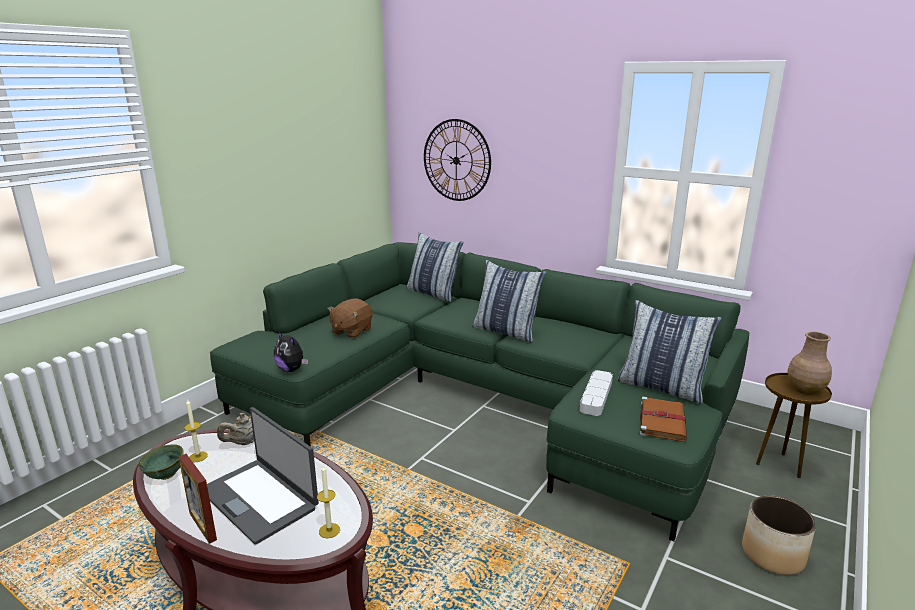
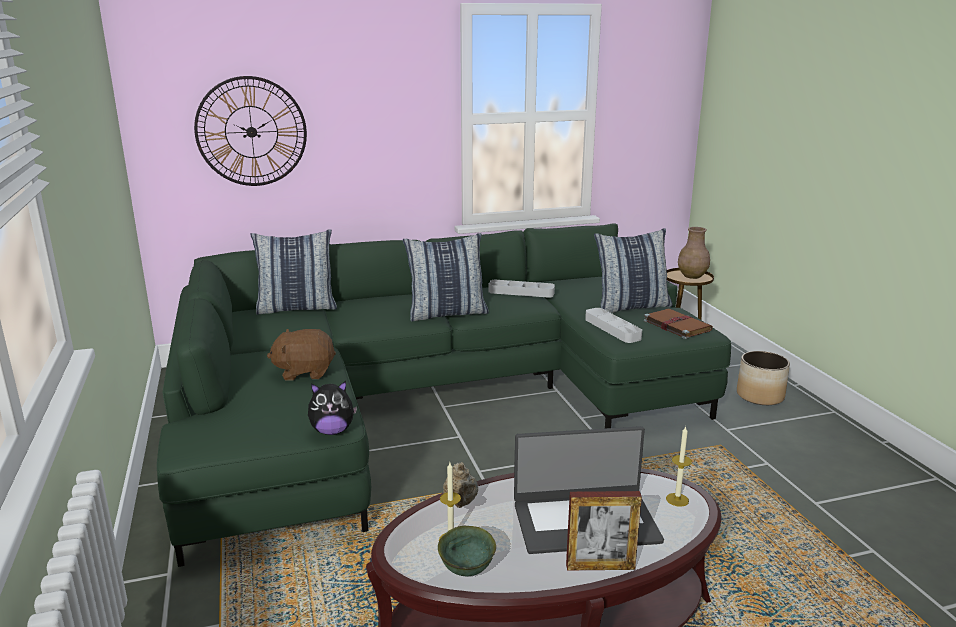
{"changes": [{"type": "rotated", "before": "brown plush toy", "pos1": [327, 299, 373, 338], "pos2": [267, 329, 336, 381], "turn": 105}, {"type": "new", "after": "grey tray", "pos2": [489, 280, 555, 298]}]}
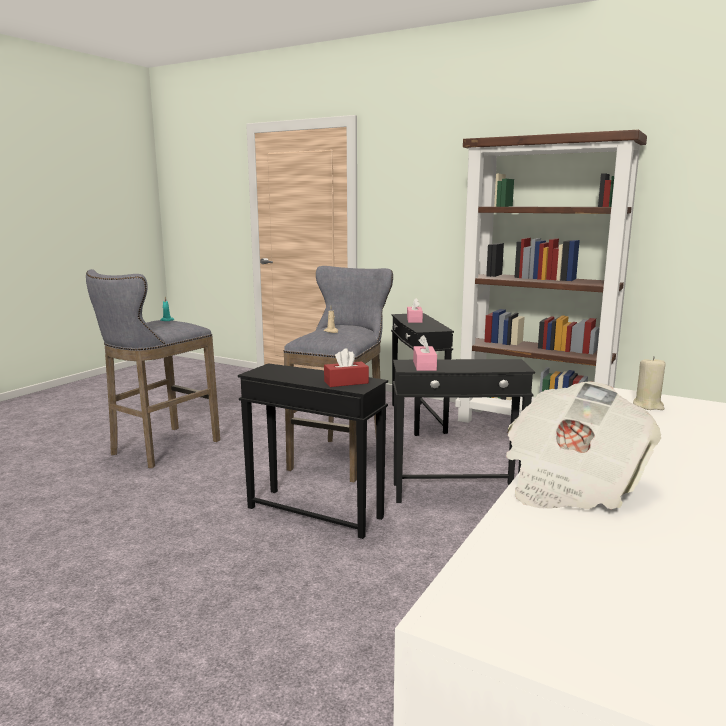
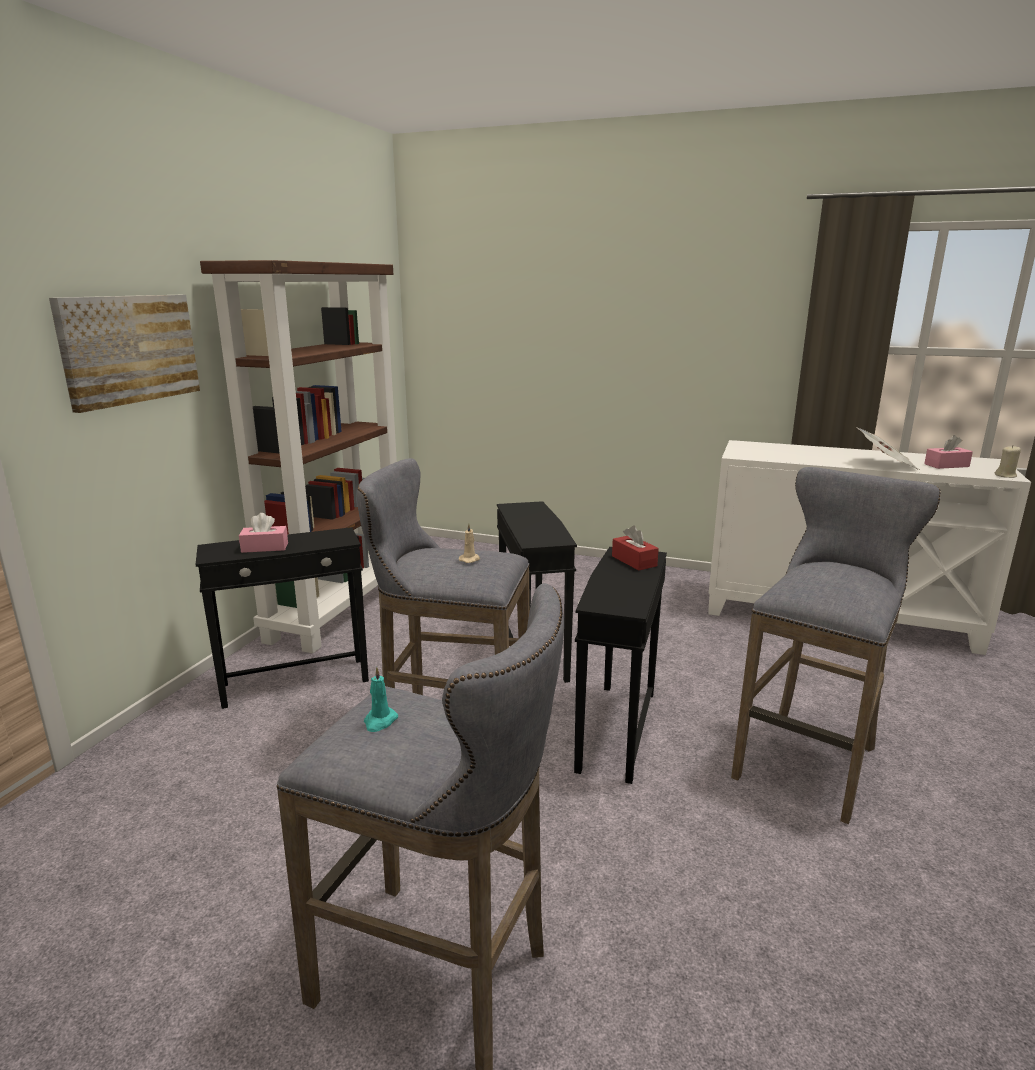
{"changes": [{"type": "shifted", "before": "pink tissue box", "pos1": [413, 335, 437, 371], "pos2": [924, 435, 973, 469]}, {"type": "shifted", "before": "beige candle", "pos1": [633, 356, 666, 410], "pos2": [995, 446, 1021, 478]}, {"type": "new", "after": "picture", "pos2": [49, 295, 200, 413]}, {"type": "new", "after": "grey stool", "pos2": [731, 467, 941, 824]}]}
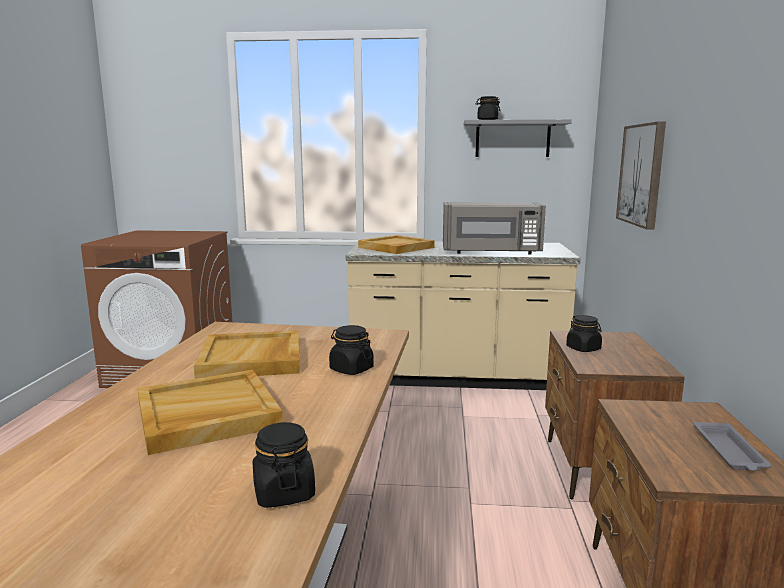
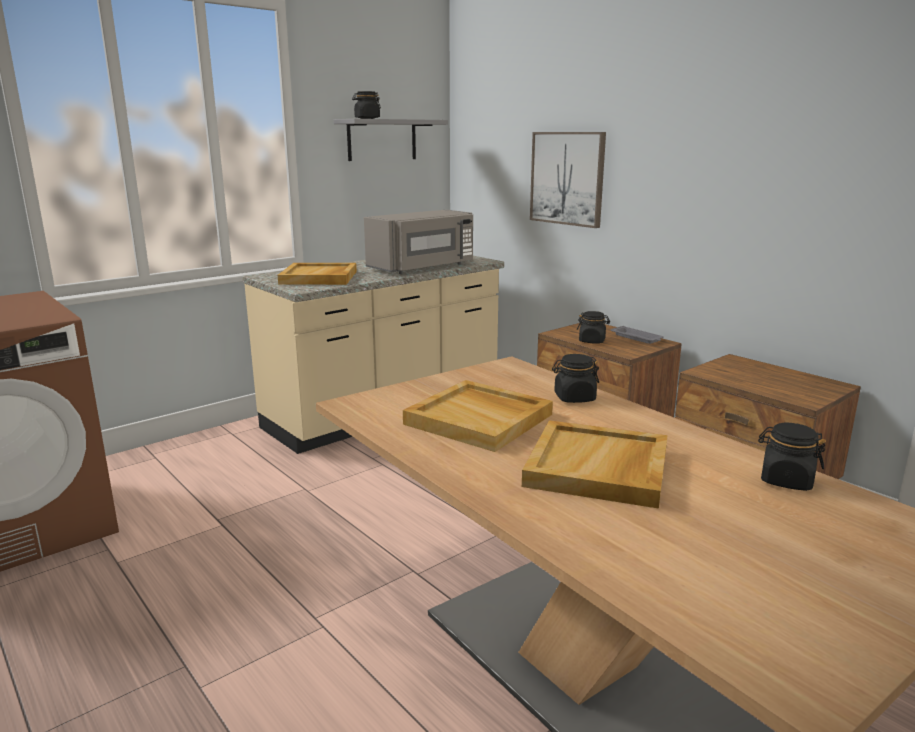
{"changes": [{"type": "shifted", "before": "grey tray", "pos1": [694, 422, 772, 471], "pos2": [611, 326, 664, 344]}]}
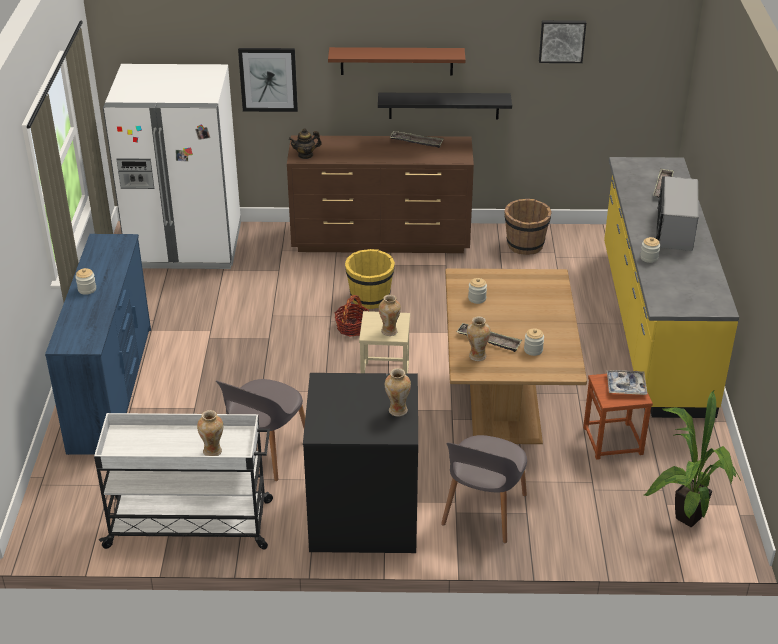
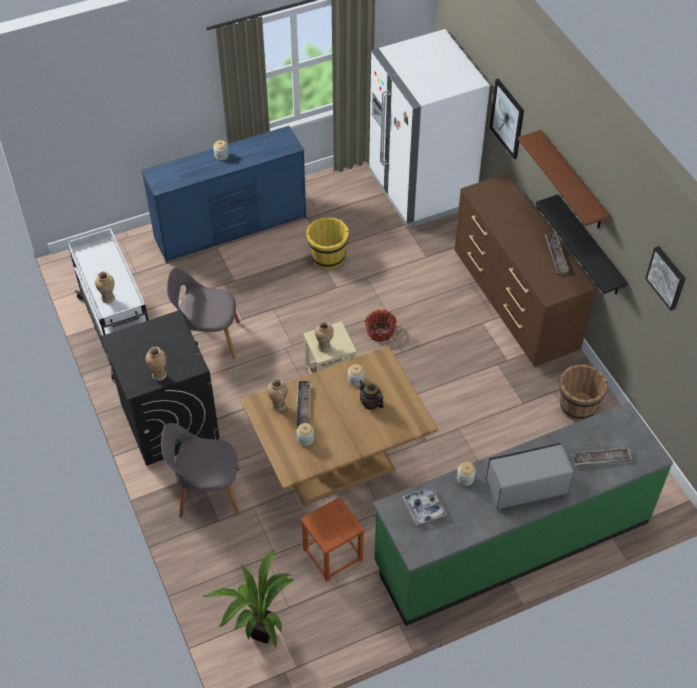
{"changes": [{"type": "shifted", "before": "teapot", "pos1": [289, 128, 322, 159], "pos2": [359, 380, 384, 410]}, {"type": "shifted", "before": "yellow bucket", "pos1": [345, 249, 395, 309], "pos2": [306, 217, 349, 269]}, {"type": "repainted", "before": "yellow counter", "after": "green counter", "pos1": [604, 157, 739, 418], "pos2": [373, 402, 673, 626]}, {"type": "shifted", "before": "tray", "pos1": [606, 370, 648, 395], "pos2": [402, 486, 448, 526]}]}
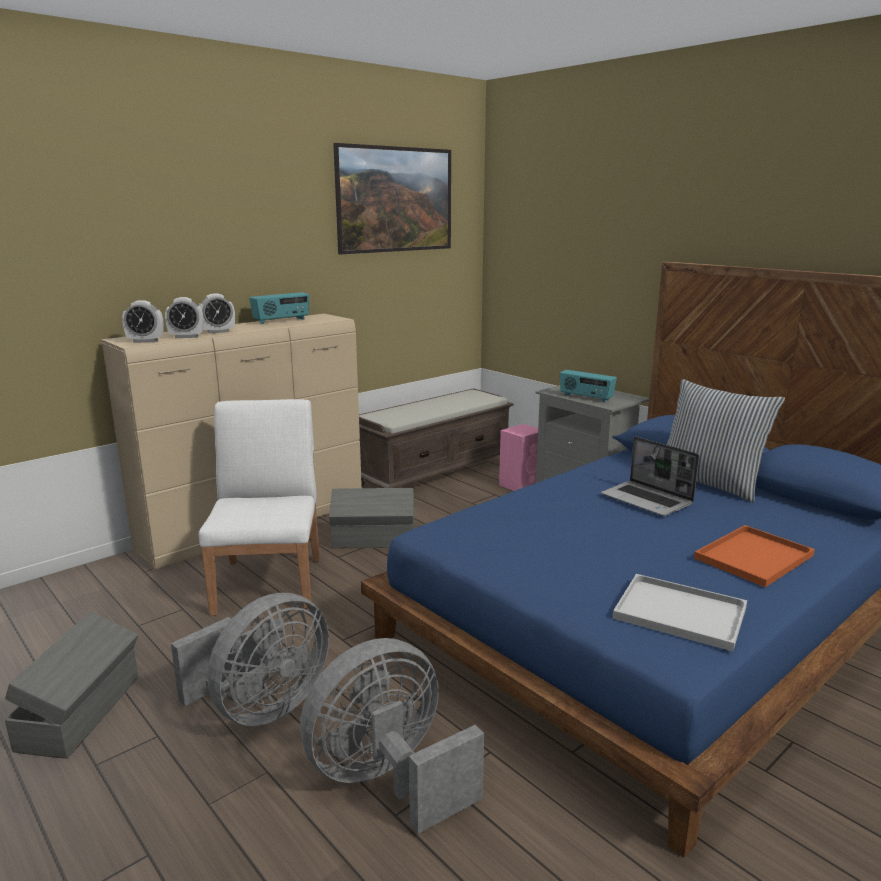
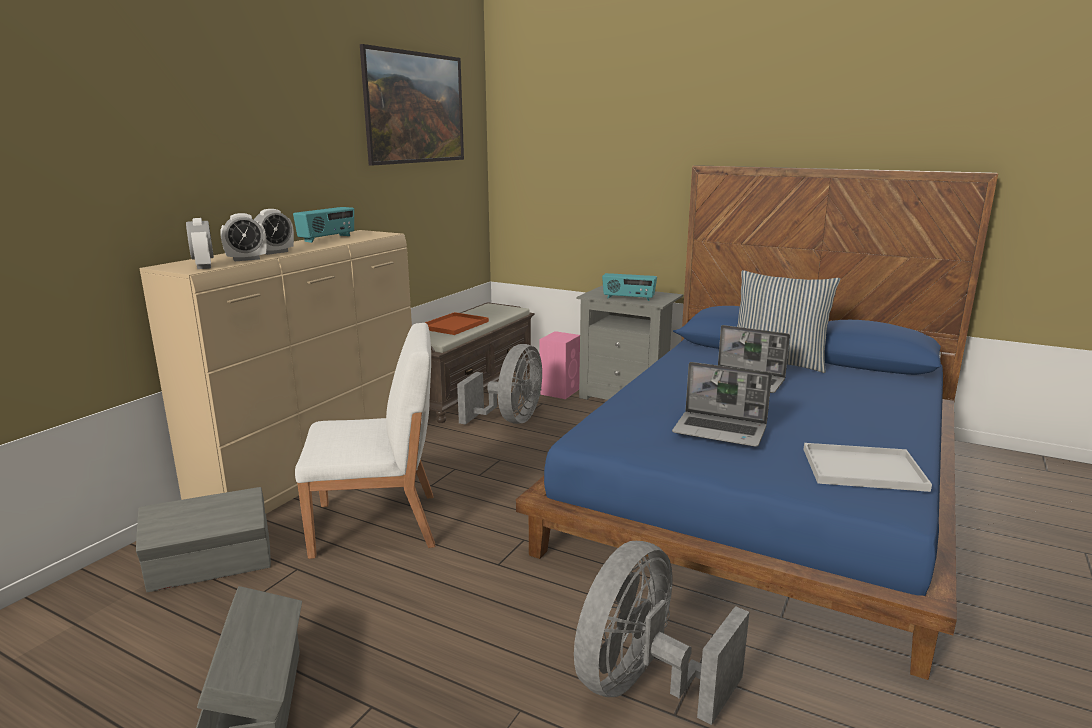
{"changes": [{"type": "rotated", "before": "alarm clock", "pos1": [122, 300, 164, 343], "pos2": [186, 218, 214, 269], "turn": -90}, {"type": "shifted", "before": "grey fan", "pos1": [171, 593, 329, 726], "pos2": [457, 344, 542, 425]}, {"type": "rotated", "before": "white chair", "pos1": [199, 399, 320, 616], "pos2": [295, 323, 435, 559], "turn": 105}, {"type": "shifted", "before": "grey storage box", "pos1": [329, 488, 414, 548], "pos2": [136, 487, 271, 592]}, {"type": "shifted", "before": "orange tray", "pos1": [694, 525, 815, 587], "pos2": [425, 312, 489, 335]}, {"type": "new", "after": "laptop", "pos2": [672, 362, 772, 447]}]}
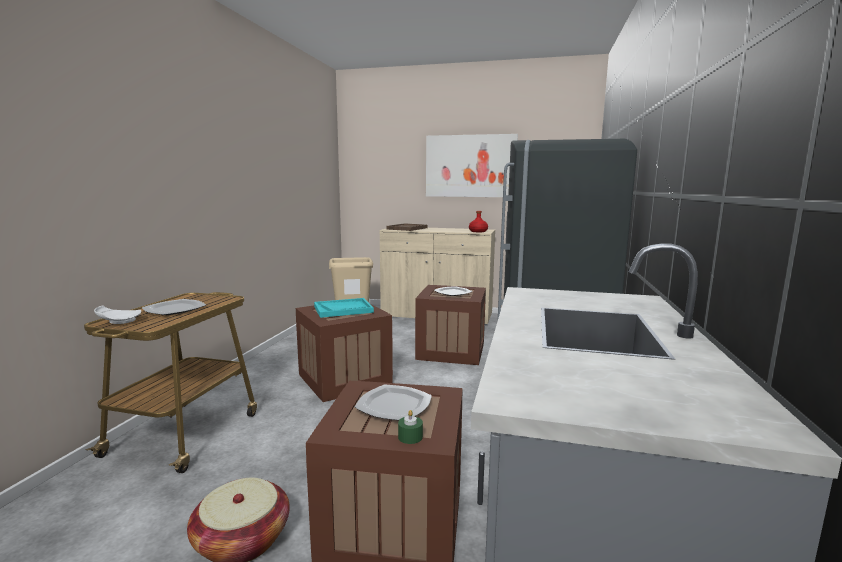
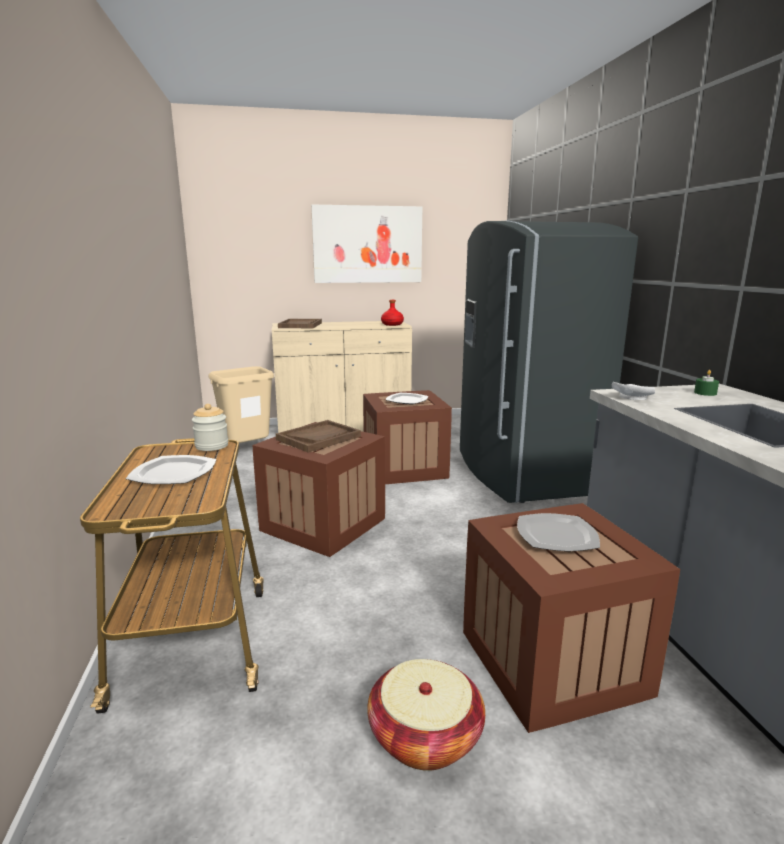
{"changes": [{"type": "shifted", "before": "white plate", "pos1": [94, 305, 142, 324], "pos2": [612, 382, 655, 400]}, {"type": "repainted", "before": "turquoise tray", "after": "brown tray", "pos1": [314, 298, 374, 318], "pos2": [276, 420, 361, 453]}, {"type": "shifted", "before": "green candle", "pos1": [398, 410, 423, 444], "pos2": [694, 370, 719, 396]}, {"type": "new", "after": "jar", "pos2": [192, 404, 228, 451]}]}
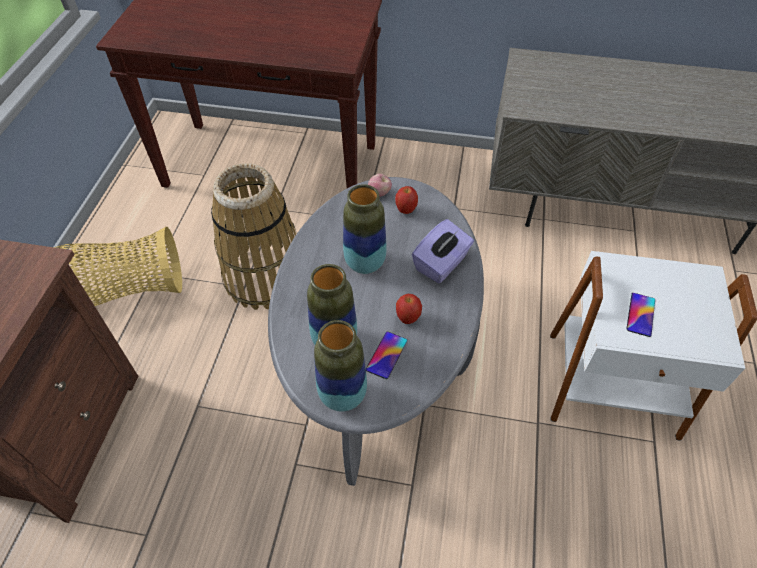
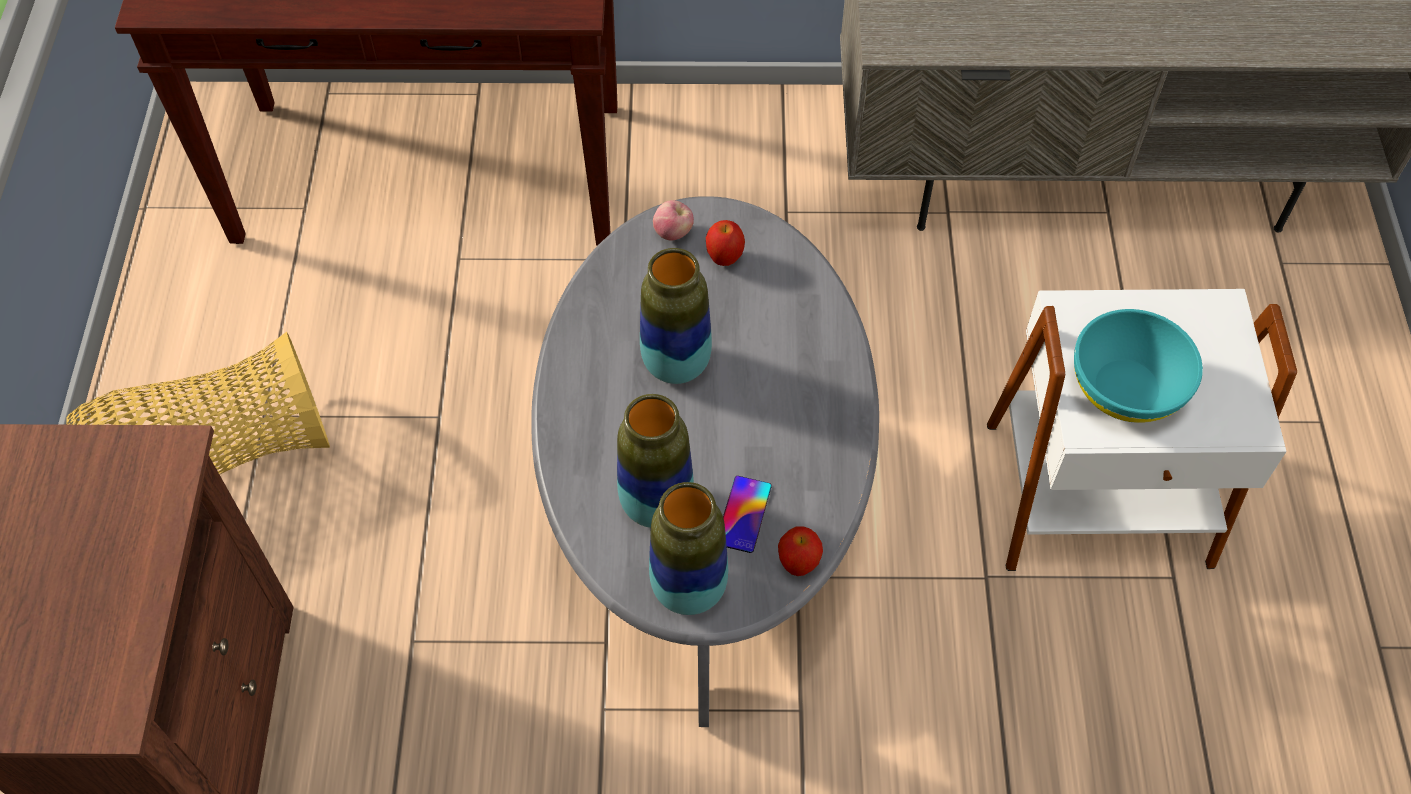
{"changes": [{"type": "gone", "before": "basket", "pos1": [211, 163, 297, 310]}, {"type": "shifted", "before": "apple", "pos1": [396, 294, 422, 324], "pos2": [778, 526, 823, 576]}, {"type": "gone", "before": "purple tissue box", "pos1": [412, 219, 474, 283]}, {"type": "swapped", "before": "phone", "after": "turquoise bowl", "pos1": [627, 293, 655, 337], "pos2": [1074, 309, 1203, 423]}]}
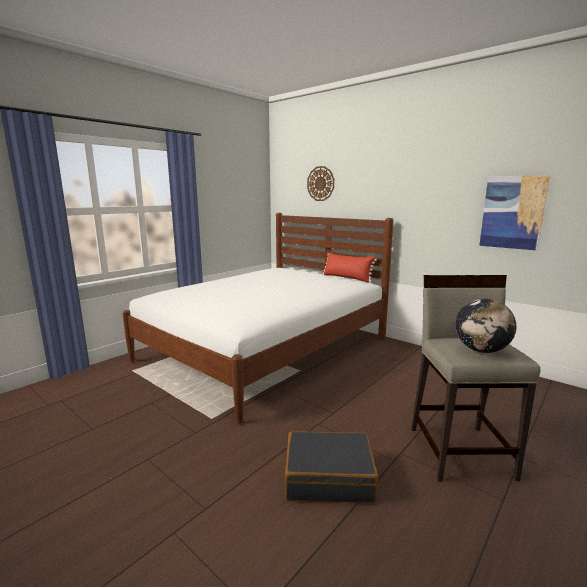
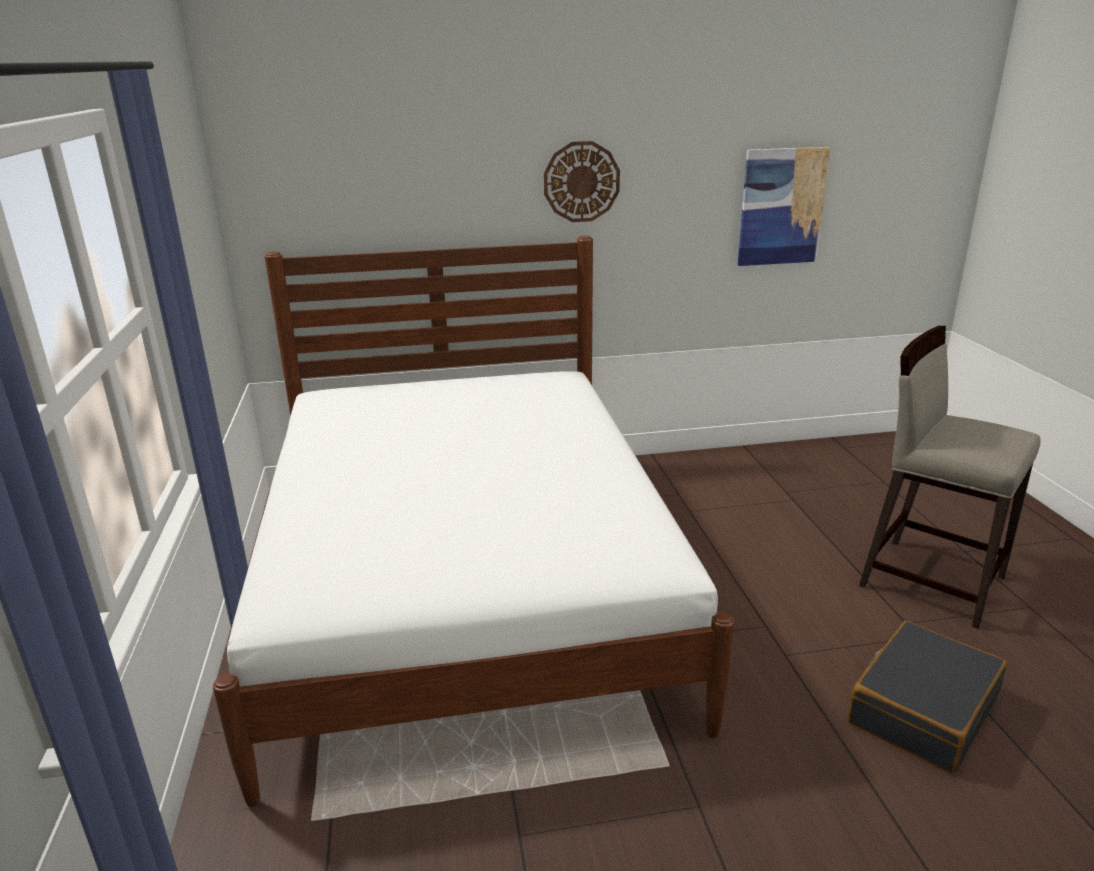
{"changes": [{"type": "shifted", "before": "wall clock", "pos1": [307, 166, 334, 201], "pos2": [544, 141, 620, 222]}, {"type": "gone", "before": "red pillow", "pos1": [322, 252, 377, 283]}, {"type": "gone", "before": "globe", "pos1": [455, 298, 516, 353]}]}
